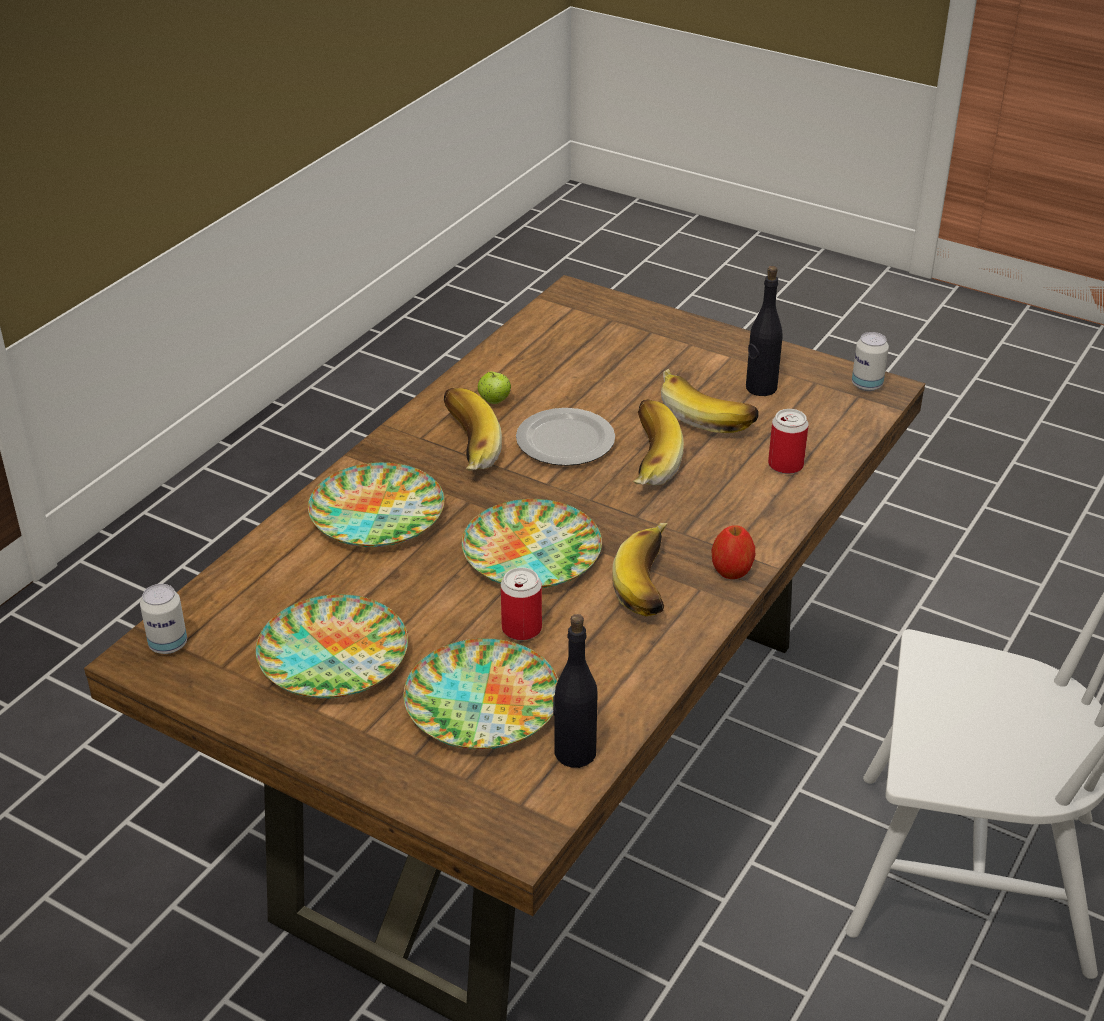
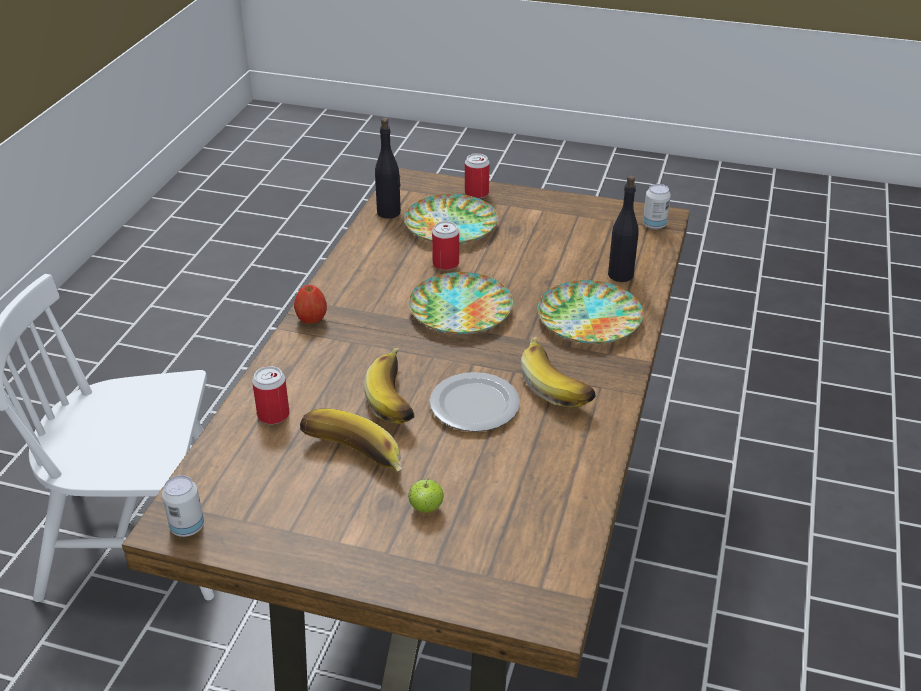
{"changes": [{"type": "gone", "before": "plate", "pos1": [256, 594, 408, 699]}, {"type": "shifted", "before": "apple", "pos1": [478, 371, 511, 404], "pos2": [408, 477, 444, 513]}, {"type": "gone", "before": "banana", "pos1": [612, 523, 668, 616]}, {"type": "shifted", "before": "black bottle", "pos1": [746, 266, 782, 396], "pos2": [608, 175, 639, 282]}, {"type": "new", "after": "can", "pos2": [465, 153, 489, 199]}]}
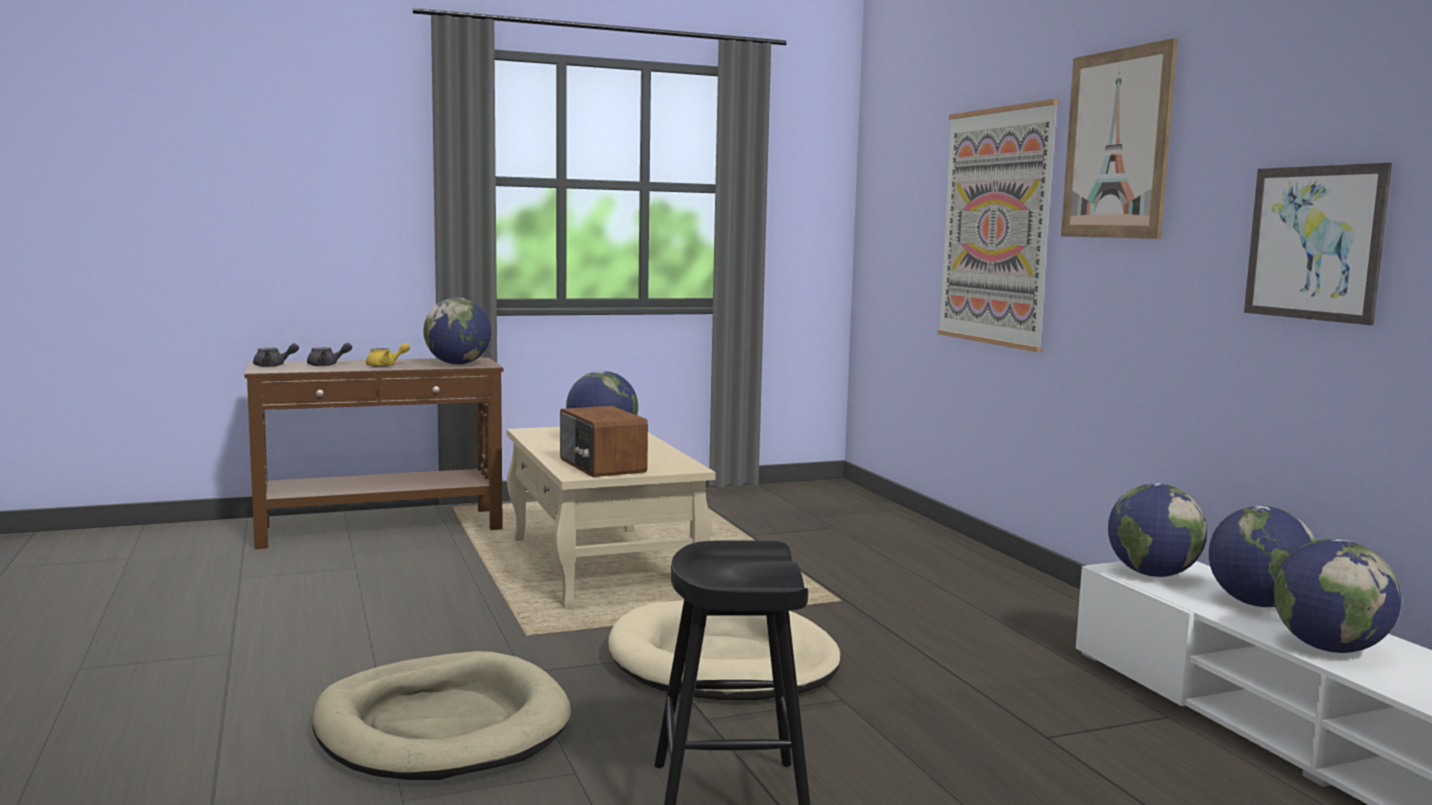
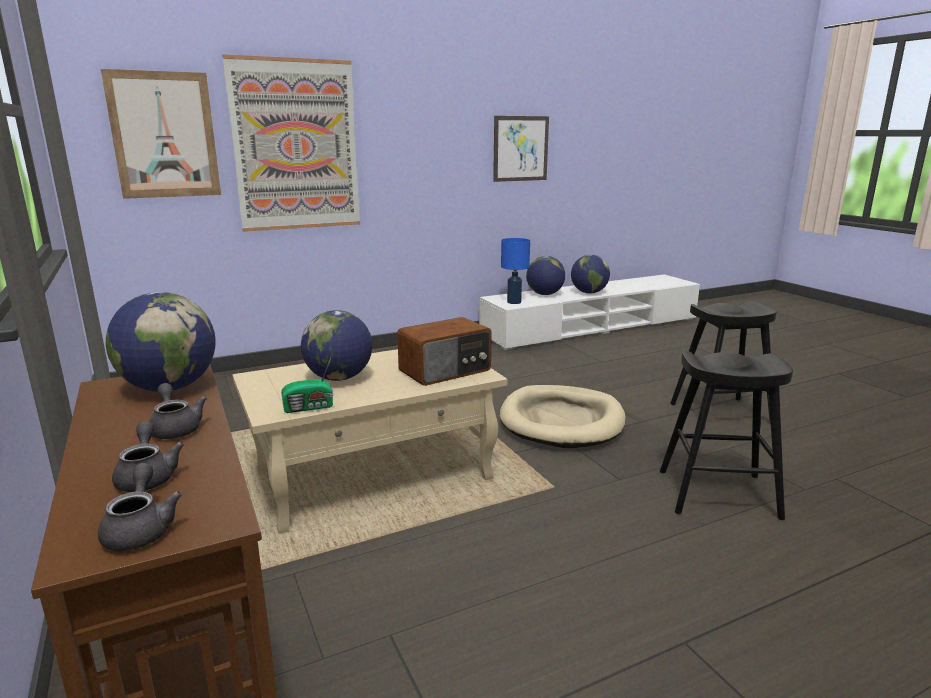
{"changes": [{"type": "swapped", "before": "beige dog bed", "after": "black stool", "pos1": [312, 651, 571, 780], "pos2": [660, 351, 793, 520]}, {"type": "repainted", "before": "yellow teapot", "after": "grey teapot", "pos1": [366, 343, 410, 367], "pos2": [149, 383, 207, 439]}, {"type": "shifted", "before": "picture", "pos1": [1061, 38, 1178, 239], "pos2": [101, 69, 221, 199]}, {"type": "swapped", "before": "globe", "after": "blue table lamp", "pos1": [1108, 483, 1207, 577], "pos2": [501, 238, 530, 304]}, {"type": "new", "after": "radio", "pos2": [281, 358, 334, 413]}]}
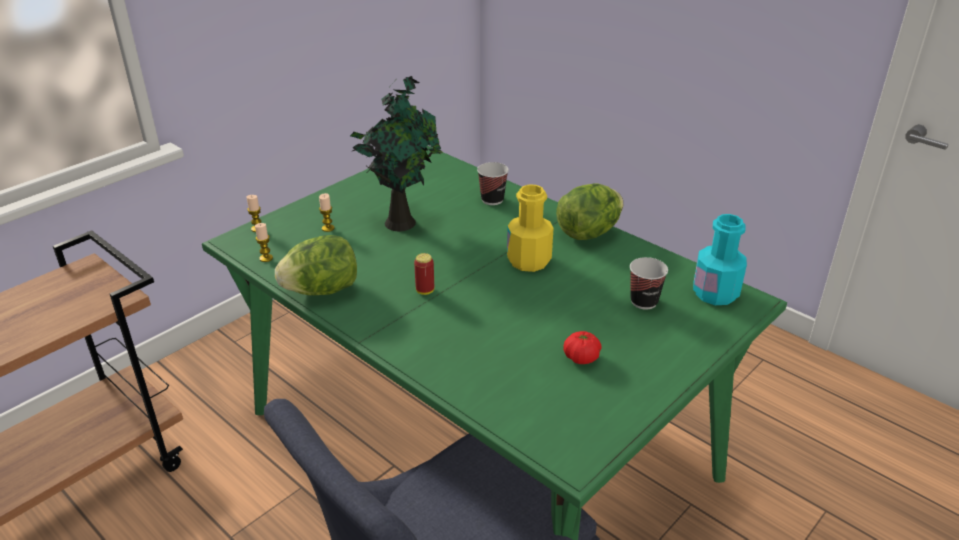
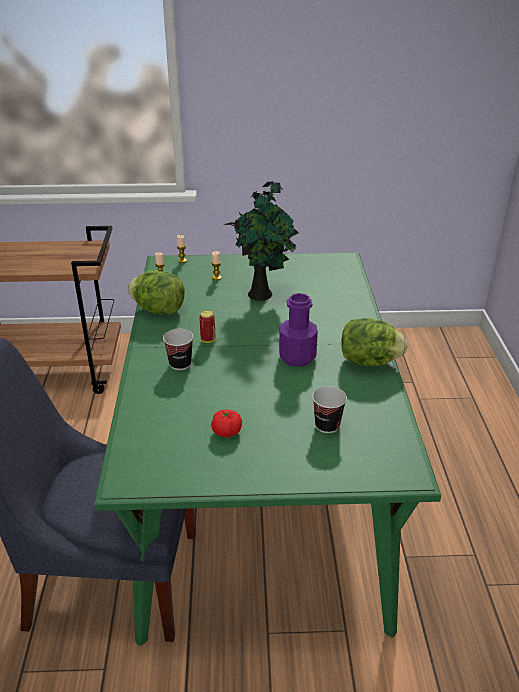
{"changes": [{"type": "shifted", "before": "cup", "pos1": [477, 162, 509, 205], "pos2": [163, 329, 194, 370]}, {"type": "repainted", "before": "yellow bottle", "after": "purple bottle", "pos1": [507, 184, 554, 272], "pos2": [279, 293, 318, 367]}, {"type": "gone", "before": "turquoise bottle", "pos1": [693, 214, 747, 305]}]}
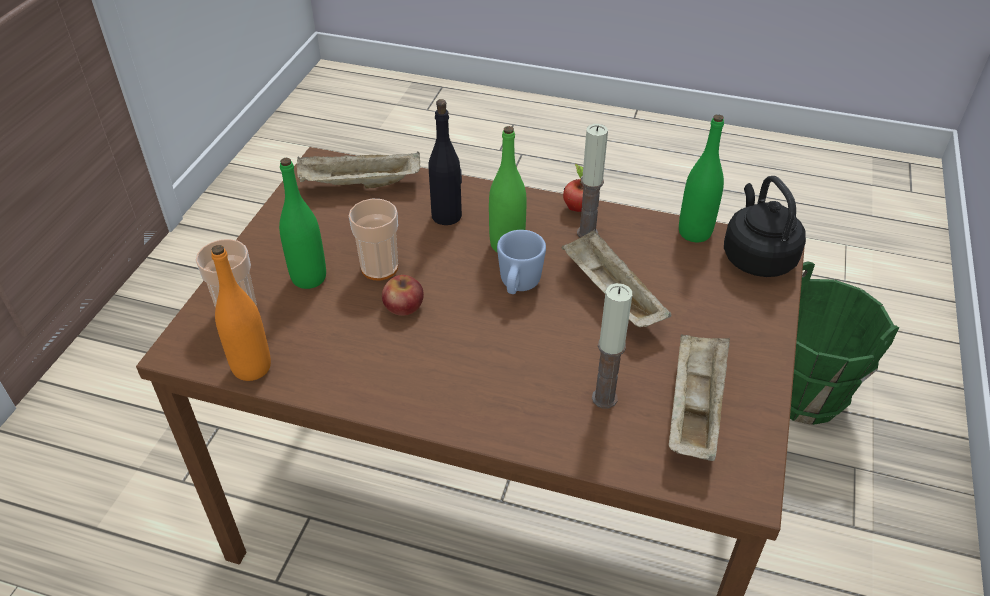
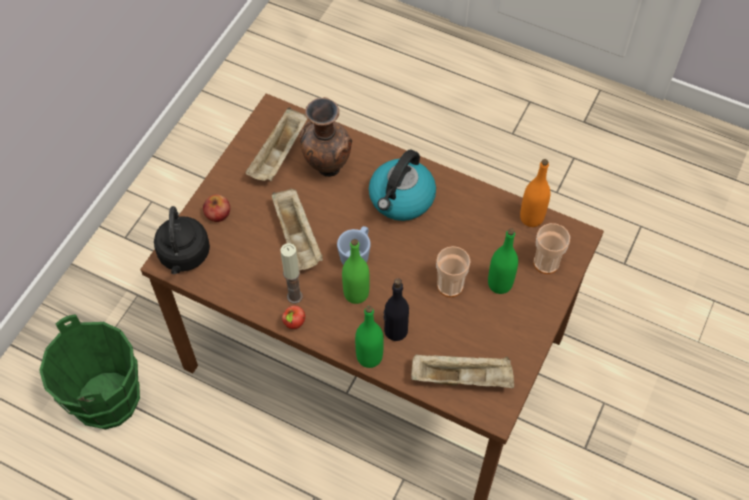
{"changes": [{"type": "shifted", "before": "apple", "pos1": [382, 275, 424, 316], "pos2": [203, 194, 230, 222]}, {"type": "swapped", "before": "candle", "after": "brown vase", "pos1": [592, 283, 632, 409], "pos2": [299, 97, 352, 177]}, {"type": "shifted", "before": "green bottle", "pos1": [679, 115, 724, 242], "pos2": [355, 306, 384, 368]}, {"type": "new", "after": "kettle", "pos2": [369, 150, 436, 221]}]}
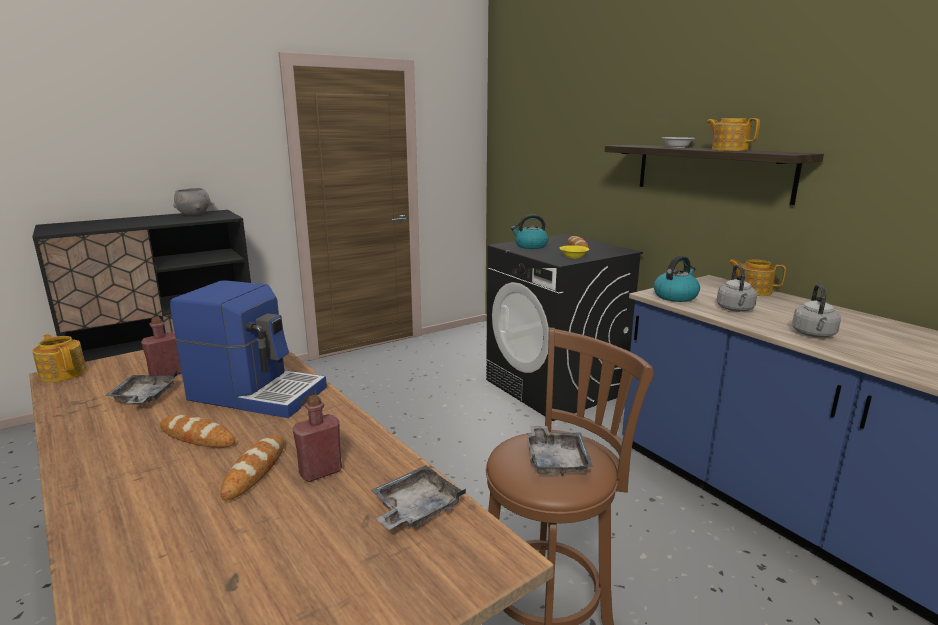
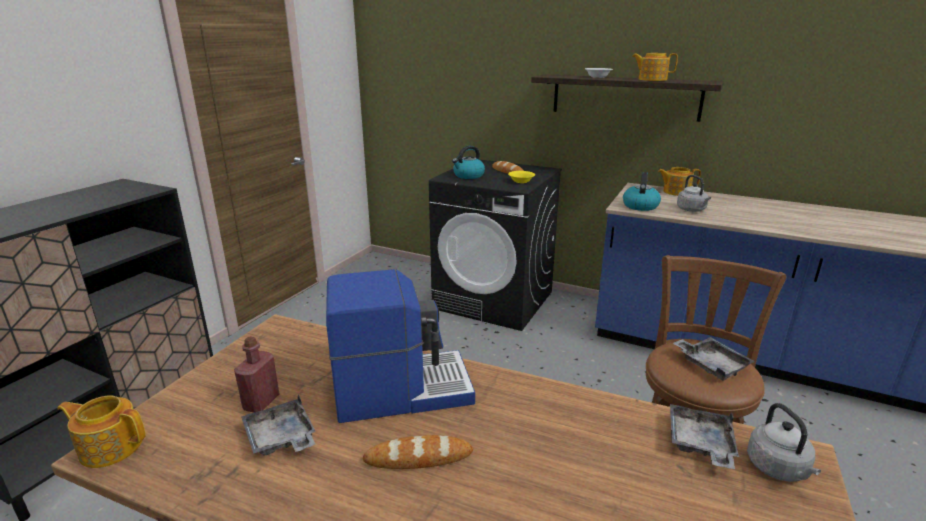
{"changes": [{"type": "gone", "before": "grey bowl", "pos1": [173, 188, 212, 215]}, {"type": "gone", "before": "bread", "pos1": [220, 435, 284, 500]}, {"type": "gone", "before": "red bottle", "pos1": [293, 395, 342, 482]}, {"type": "shifted", "before": "grey kettle", "pos1": [792, 284, 841, 338], "pos2": [747, 403, 821, 482]}]}
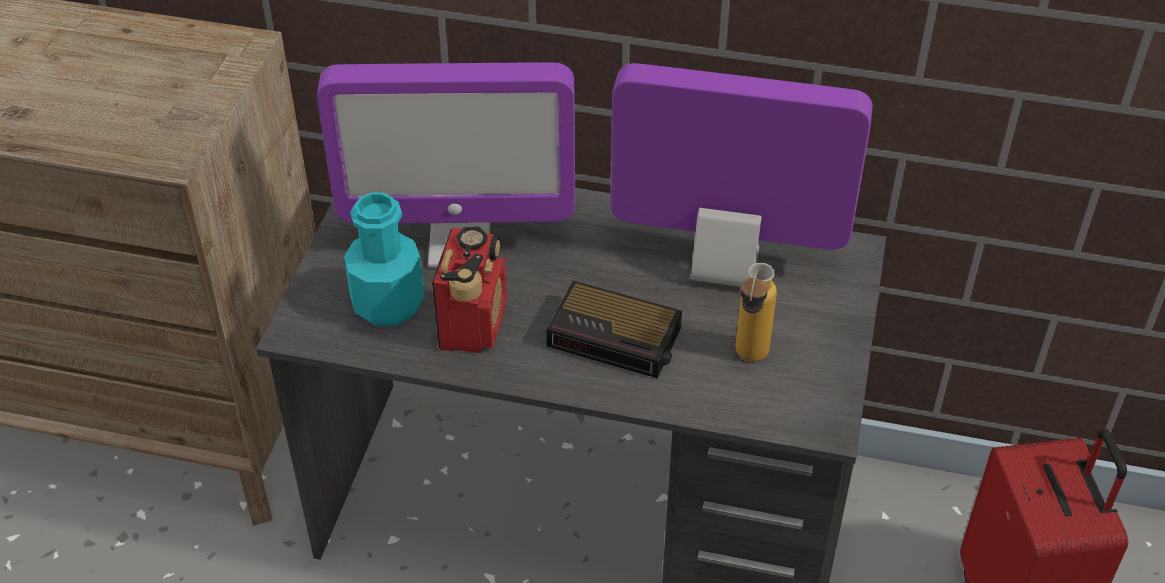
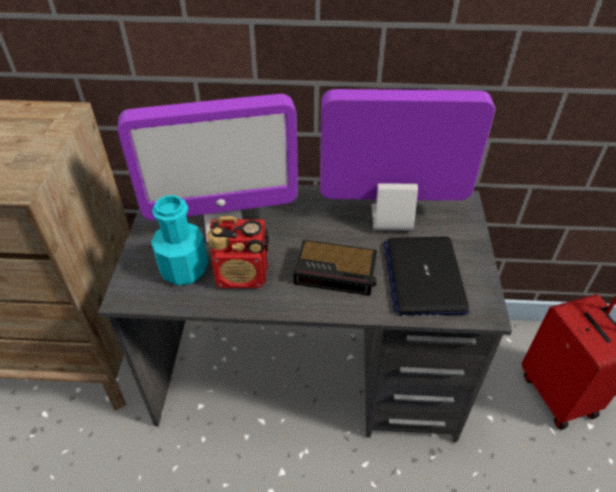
{"changes": [{"type": "rotated", "before": "radio", "pos1": [432, 227, 507, 353], "pos2": [207, 216, 269, 288], "turn": 90}, {"type": "swapped", "before": "bottle", "after": "laptop", "pos1": [735, 263, 777, 362], "pos2": [384, 237, 470, 316]}]}
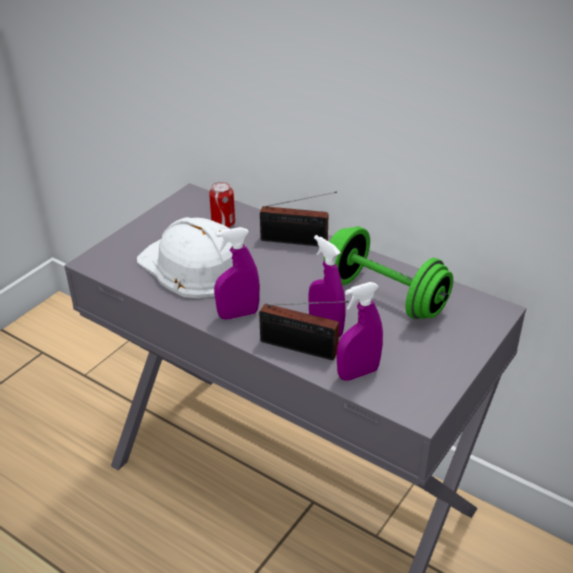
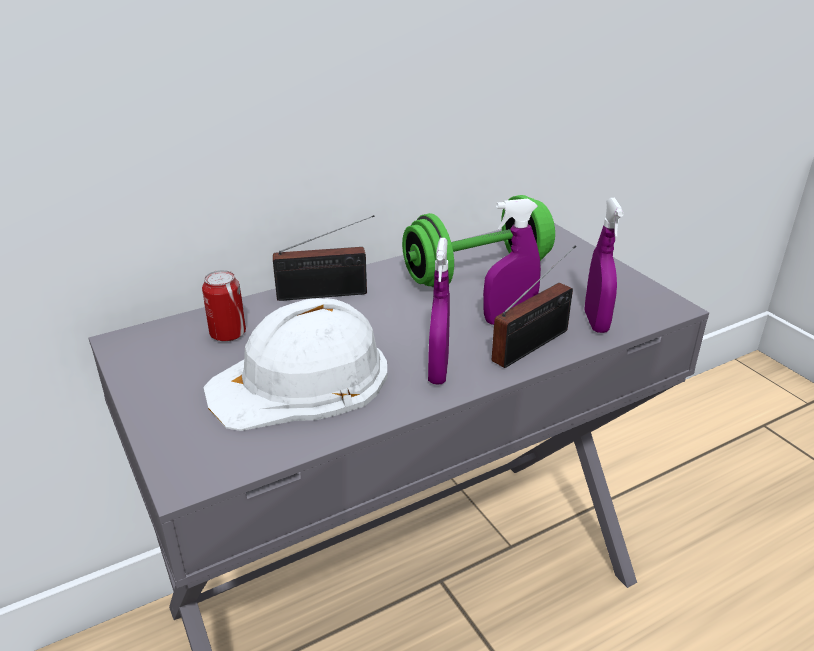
{"changes": [{"type": "rotated", "before": "radio", "pos1": [260, 191, 337, 246], "pos2": [273, 215, 375, 301], "turn": 45}]}
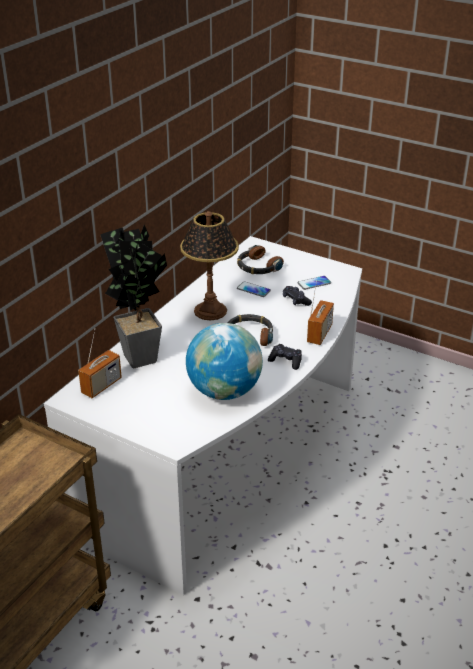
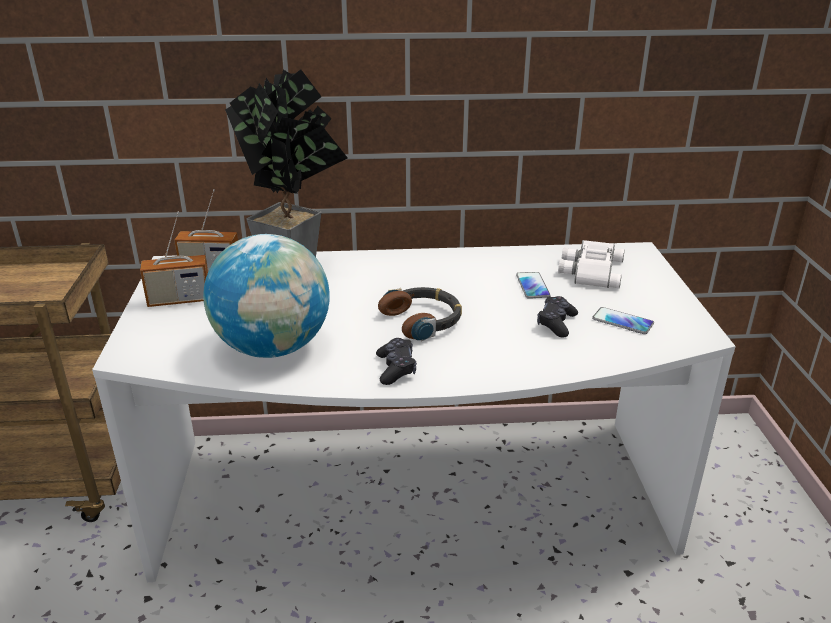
{"changes": [{"type": "gone", "before": "table lamp", "pos1": [180, 211, 239, 320]}, {"type": "swapped", "before": "headphones", "after": "white binoculars", "pos1": [237, 245, 284, 274], "pos2": [558, 240, 625, 288]}, {"type": "shifted", "before": "radio", "pos1": [307, 280, 334, 345], "pos2": [140, 212, 208, 307]}]}
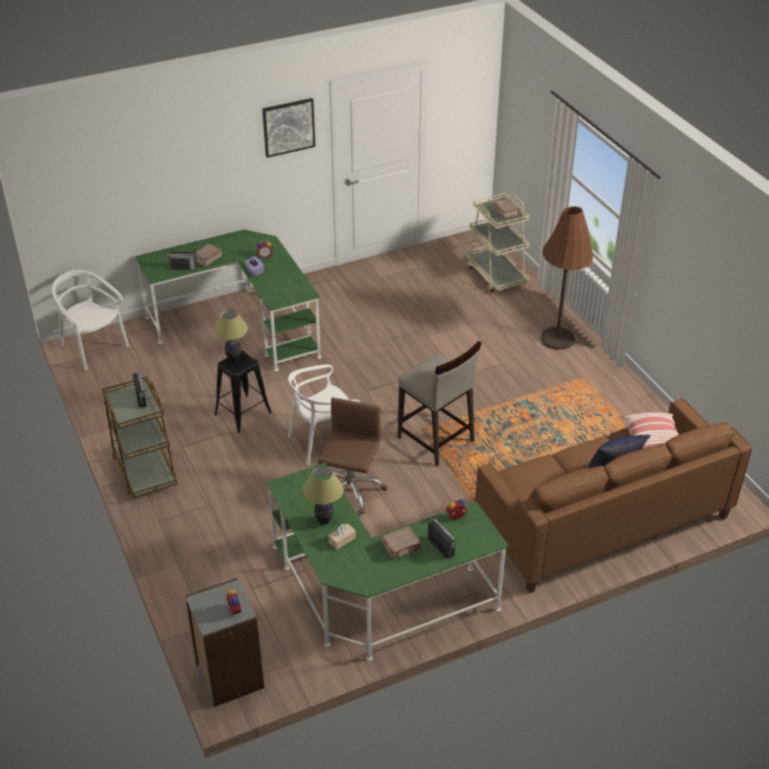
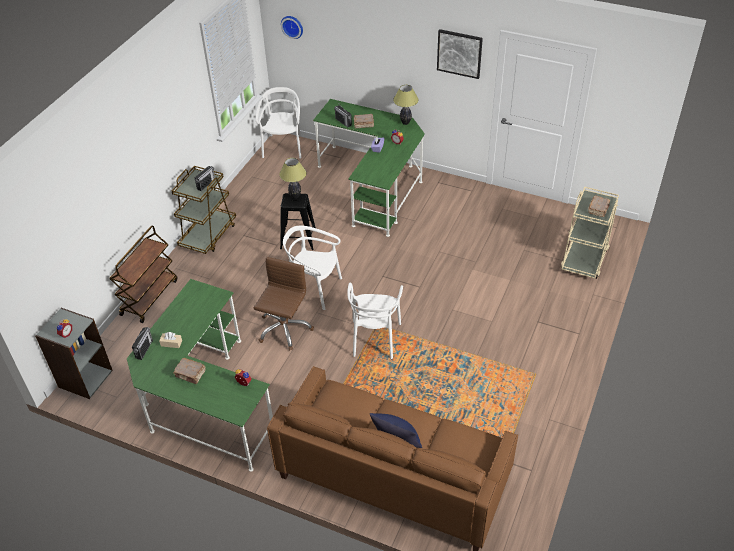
{"changes": [{"type": "shifted", "before": "table lamp", "pos1": [302, 466, 344, 525], "pos2": [393, 85, 419, 125]}, {"type": "rotated", "before": "brown office chair", "pos1": [318, 398, 387, 515], "pos2": [254, 257, 314, 350], "turn": -45}, {"type": "swapped", "before": "beige stool", "after": "white chair", "pos1": [398, 341, 481, 466], "pos2": [347, 282, 403, 359]}, {"type": "shifted", "before": "radio", "pos1": [428, 519, 456, 559], "pos2": [132, 327, 153, 360]}, {"type": "gone", "before": "brown floor lamp", "pos1": [541, 207, 593, 350]}, {"type": "gone", "before": "pillow", "pos1": [622, 412, 679, 449]}, {"type": "new", "after": "brown cart", "pos2": [109, 226, 177, 323]}, {"type": "new", "after": "wall clock", "pos2": [281, 16, 303, 39]}]}
